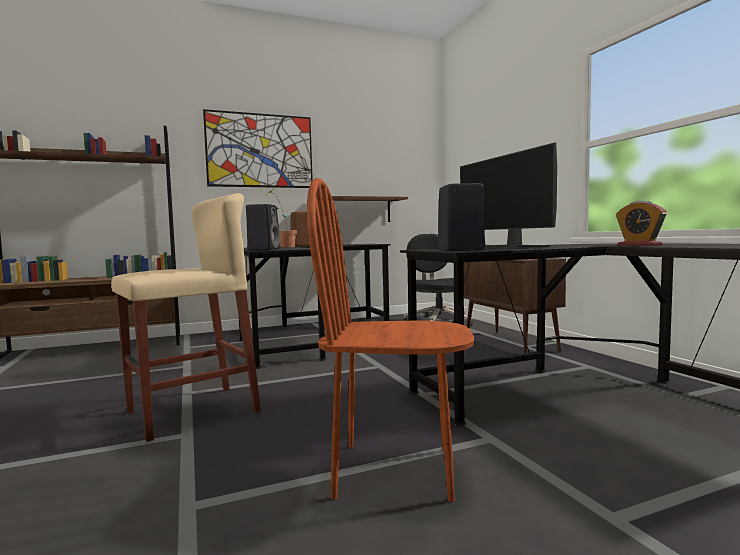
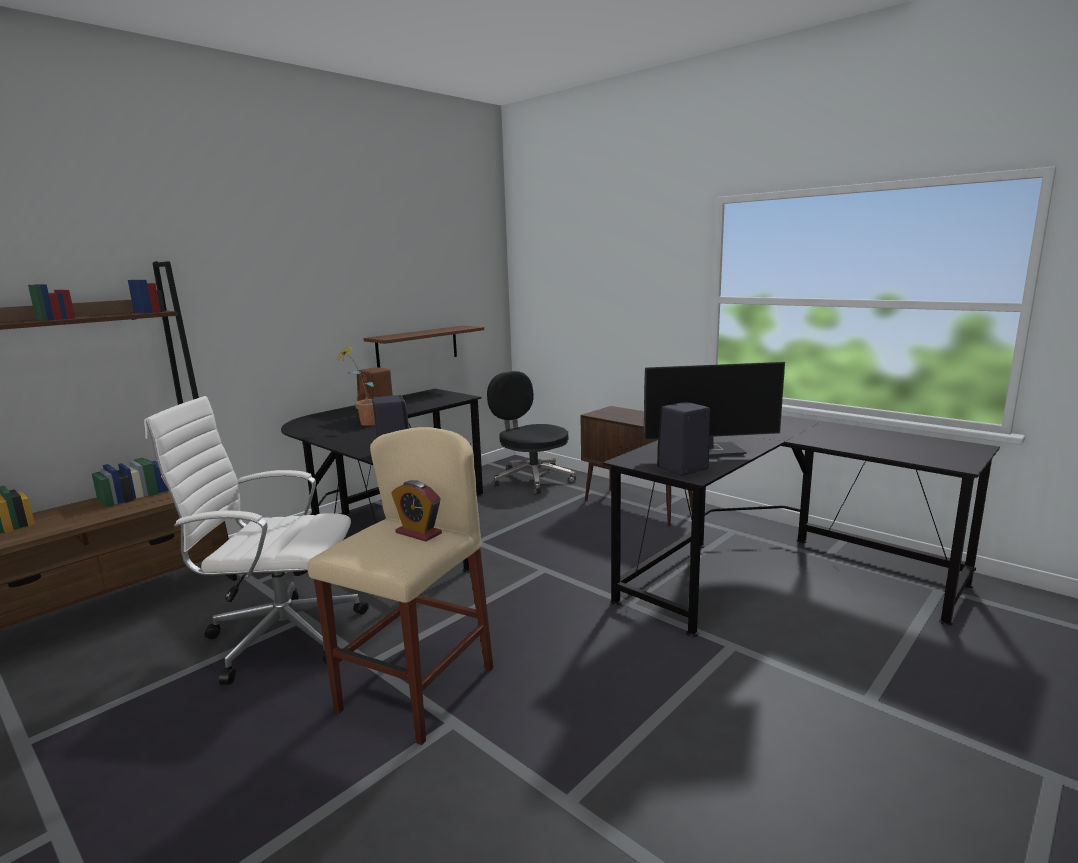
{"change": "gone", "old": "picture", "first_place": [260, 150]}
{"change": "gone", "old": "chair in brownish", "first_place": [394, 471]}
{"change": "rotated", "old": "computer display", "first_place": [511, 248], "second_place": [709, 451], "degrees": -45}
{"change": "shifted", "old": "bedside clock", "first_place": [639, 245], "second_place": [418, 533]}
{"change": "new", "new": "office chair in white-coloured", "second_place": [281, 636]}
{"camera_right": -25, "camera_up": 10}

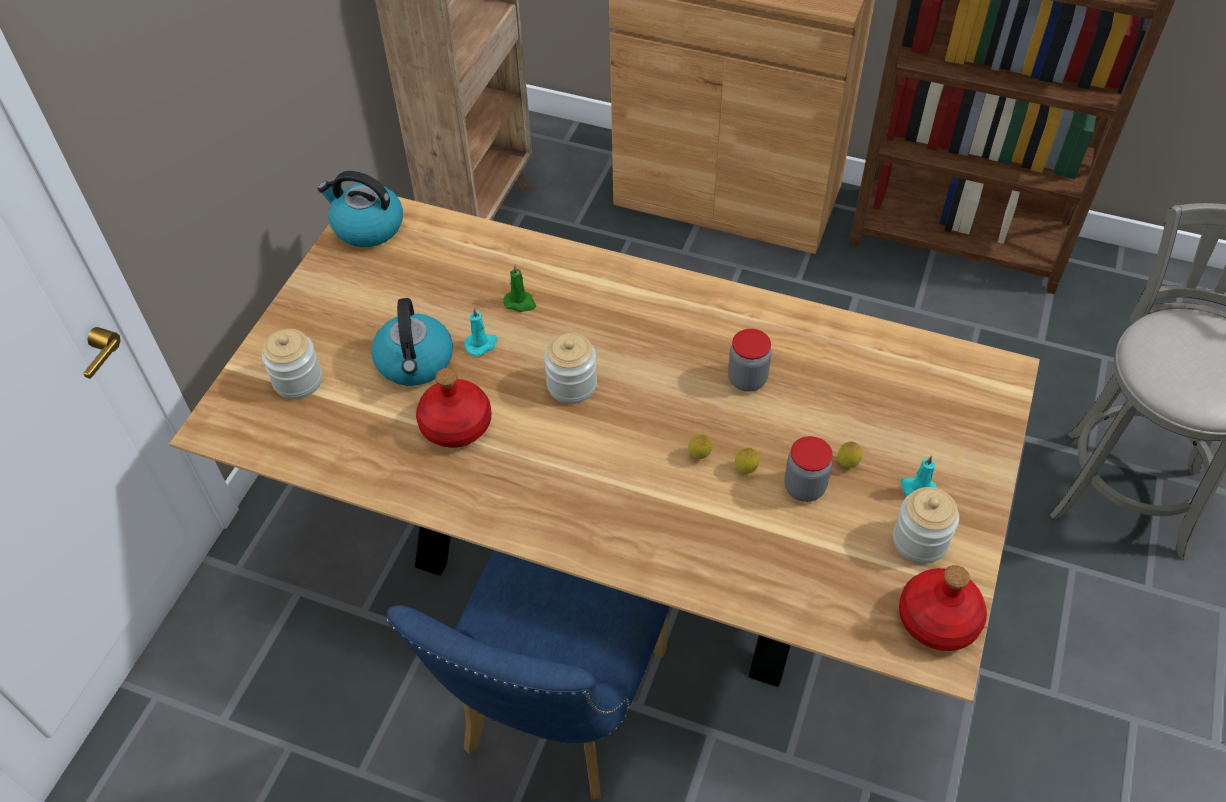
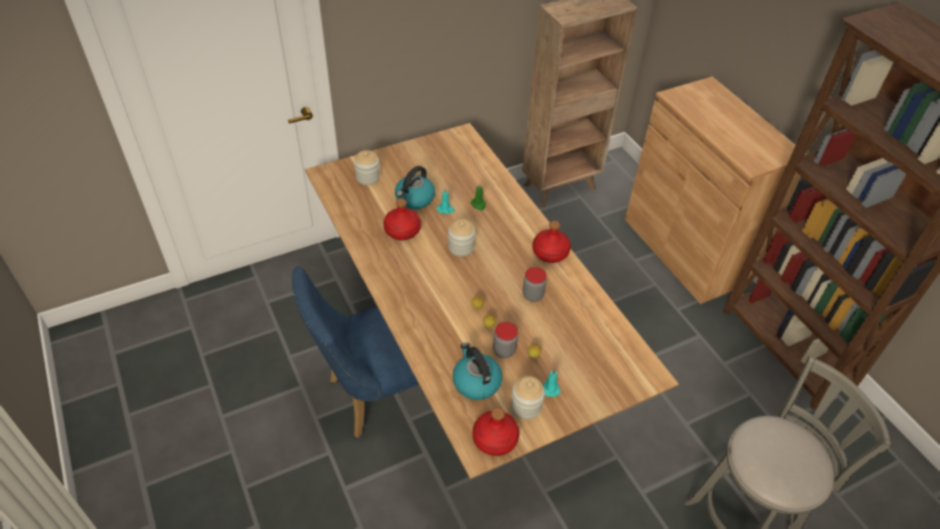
{"change": "shifted", "old": "water kettle", "first_place": [367, 227], "second_place": [476, 382]}
{"change": "new", "new": "drink bottle in reddish", "second_place": [550, 253]}
{"camera_right": 40, "camera_up": -5}

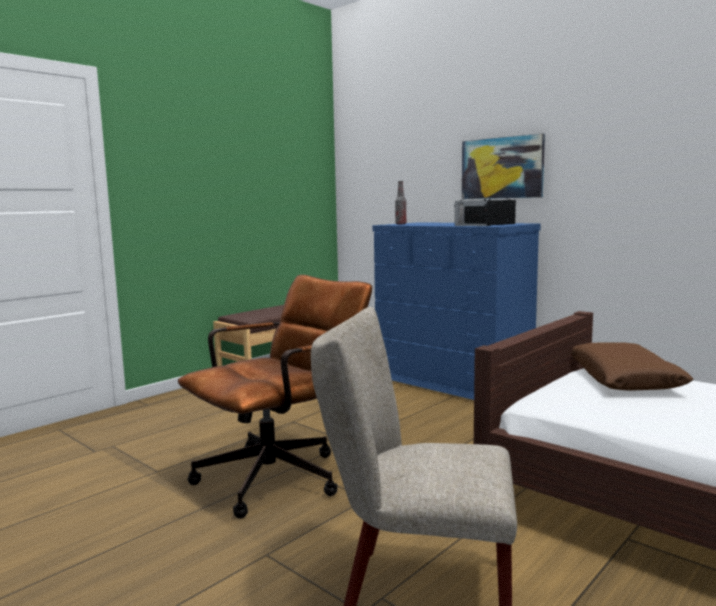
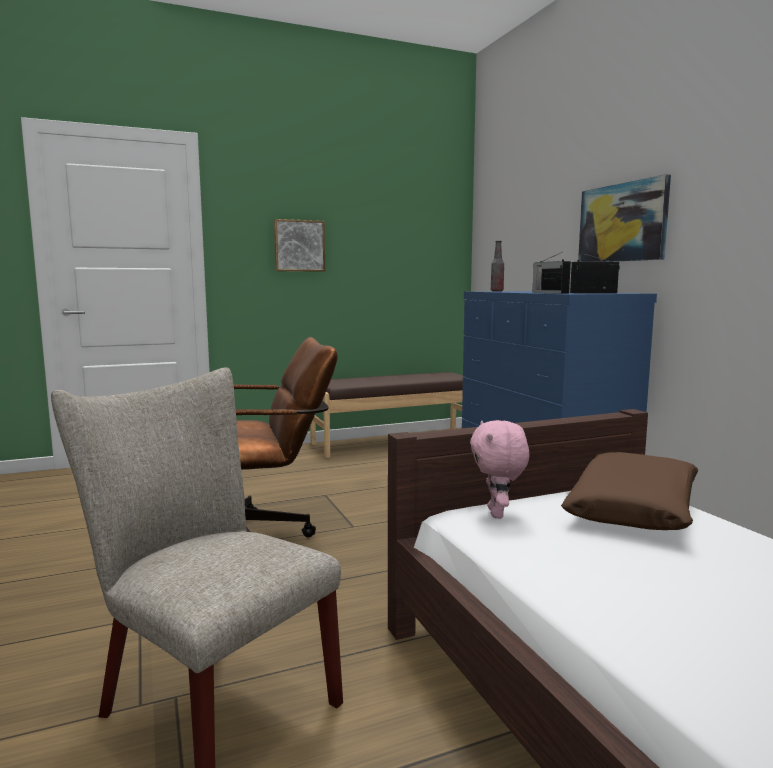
{"change": "new", "new": "picture", "second_place": [299, 246]}
{"change": "new", "new": "soft toy in pink", "second_place": [498, 513]}
{"camera_right": 25, "camera_up": 0}

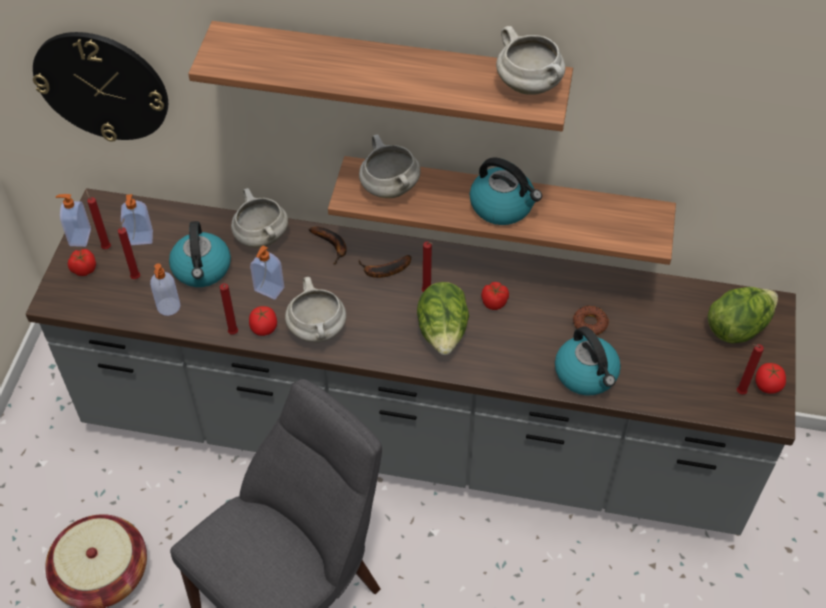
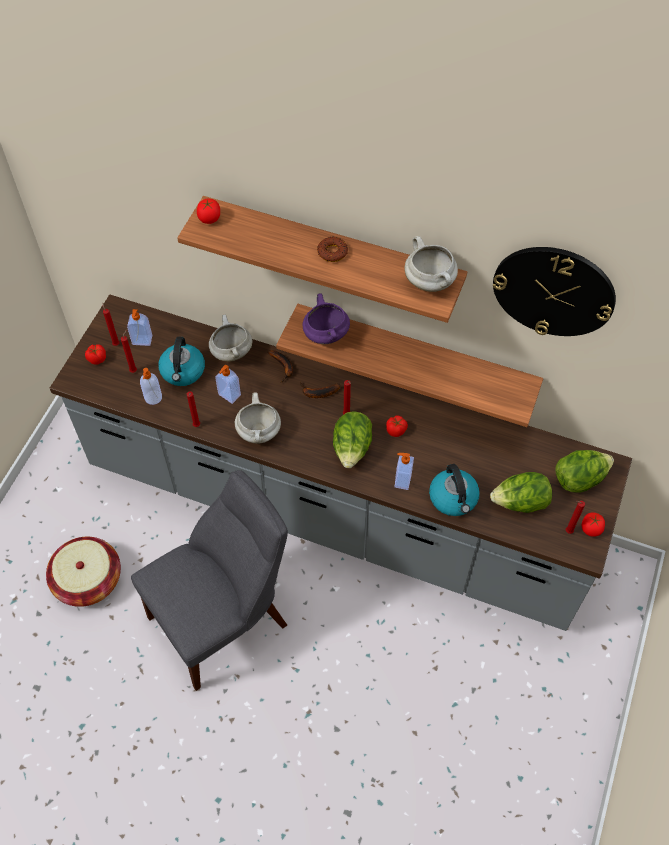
{"change": "shifted", "old": "hanging clock", "first_place": [101, 86], "second_place": [553, 291]}
{"change": "shifted", "old": "soap bottle", "first_place": [79, 237], "second_place": [402, 480]}
{"change": "shifted", "old": "fresh tomato", "first_place": [264, 328], "second_place": [209, 218]}
{"change": "repainted", "old": "cooking pot in white-coloured", "new": "cooking pot in purple", "first_place": [388, 187], "second_place": [325, 334]}
{"change": "gone", "old": "water kettle", "first_place": [503, 206]}
{"change": "shifted", "old": "doughnut", "first_place": [590, 323], "second_place": [332, 252]}
{"change": "new", "new": "lettuce head", "second_place": [520, 502]}
{"camera_right": 10, "camera_up": 5}

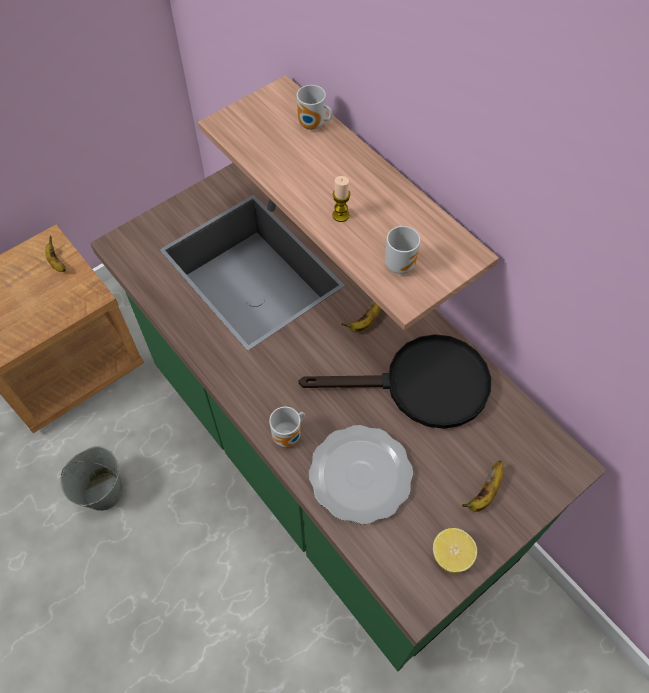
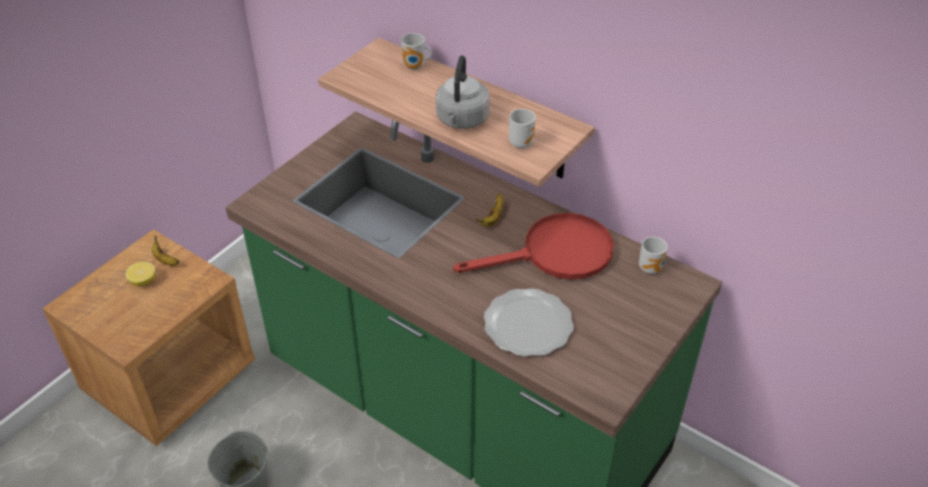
{"change": "shifted", "old": "tea mug", "first_place": [289, 436], "second_place": [651, 268]}
{"change": "repainted", "old": "skillet in black-coloured", "new": "skillet in reddish", "first_place": [421, 385], "second_place": [555, 254]}
{"change": "swapped", "old": "wax light", "new": "water kettle in grey", "first_place": [340, 215], "second_place": [462, 120]}
{"change": "shifted", "old": "whole lemon", "first_place": [451, 555], "second_place": [143, 281]}
{"change": "gone", "old": "banana fruit", "first_place": [484, 493]}
{"camera_right": -15, "camera_up": -15}

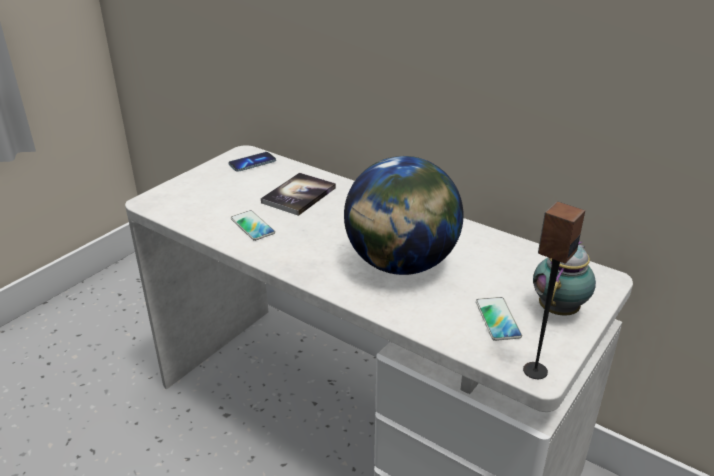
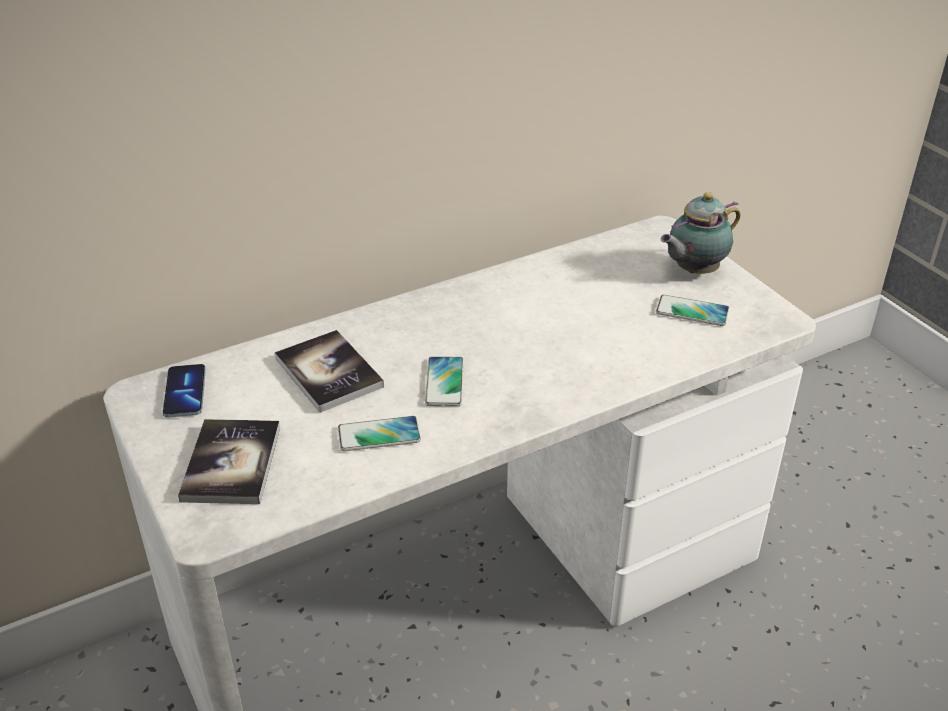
{"change": "gone", "old": "globe", "first_place": [401, 264]}
{"change": "gone", "old": "audio speaker", "first_place": [534, 370]}
{"change": "rotated", "old": "tea pot", "first_place": [559, 308], "second_place": [693, 271], "degrees": -90}
{"change": "new", "new": "bound book", "second_place": [231, 463]}
{"change": "new", "new": "handset", "second_place": [444, 382]}
{"camera_right": -65, "camera_up": 5}

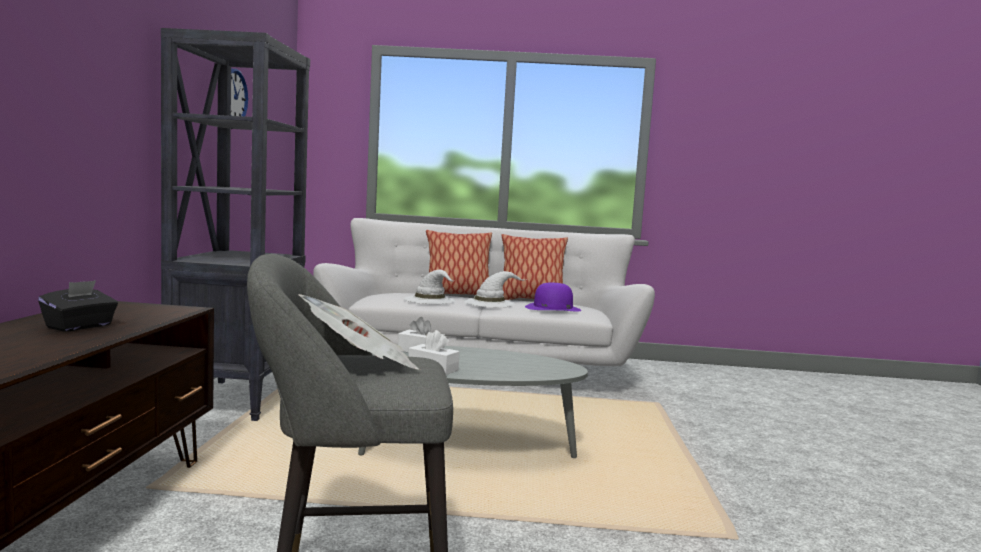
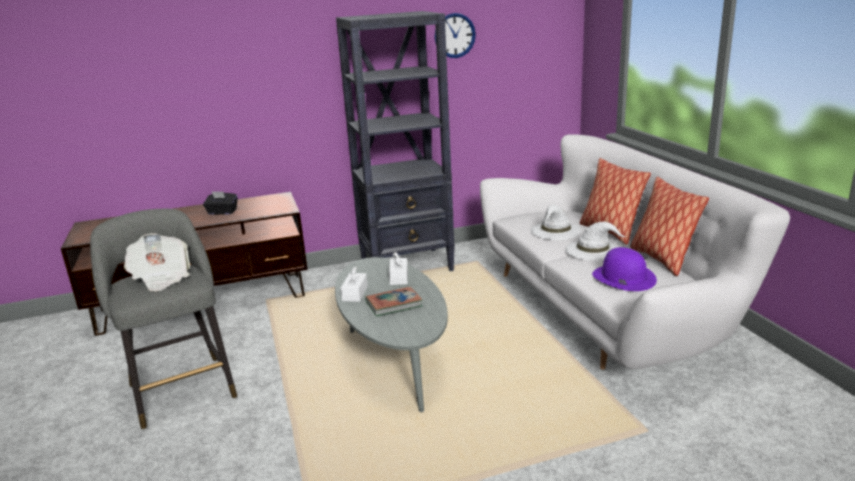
{"change": "new", "new": "bound book", "second_place": [394, 304]}
{"camera_right": 70, "camera_up": 15}

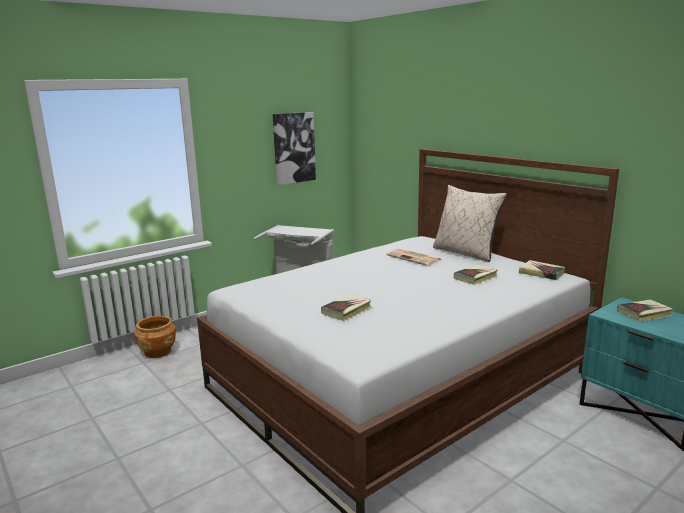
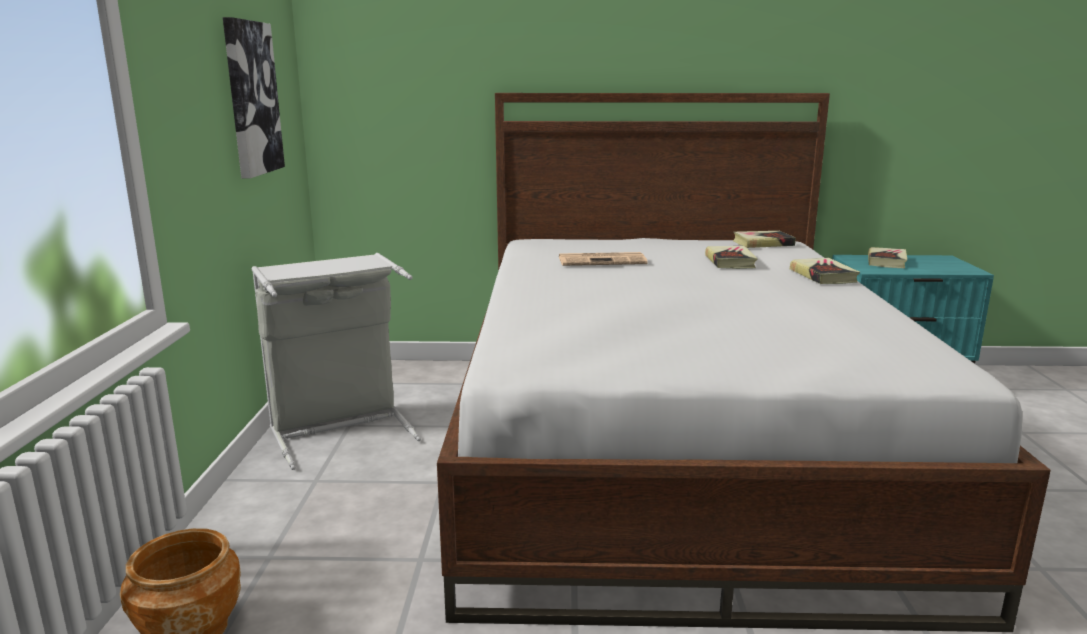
{"change": "shifted", "old": "bound book", "first_place": [346, 310], "second_place": [823, 276]}
{"change": "gone", "old": "pillow in beige", "first_place": [465, 253]}
{"camera_right": -50, "camera_up": 0}

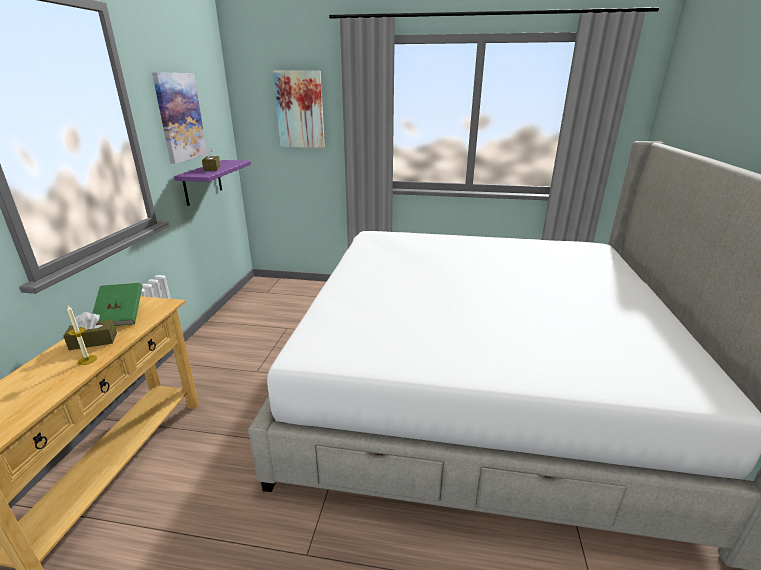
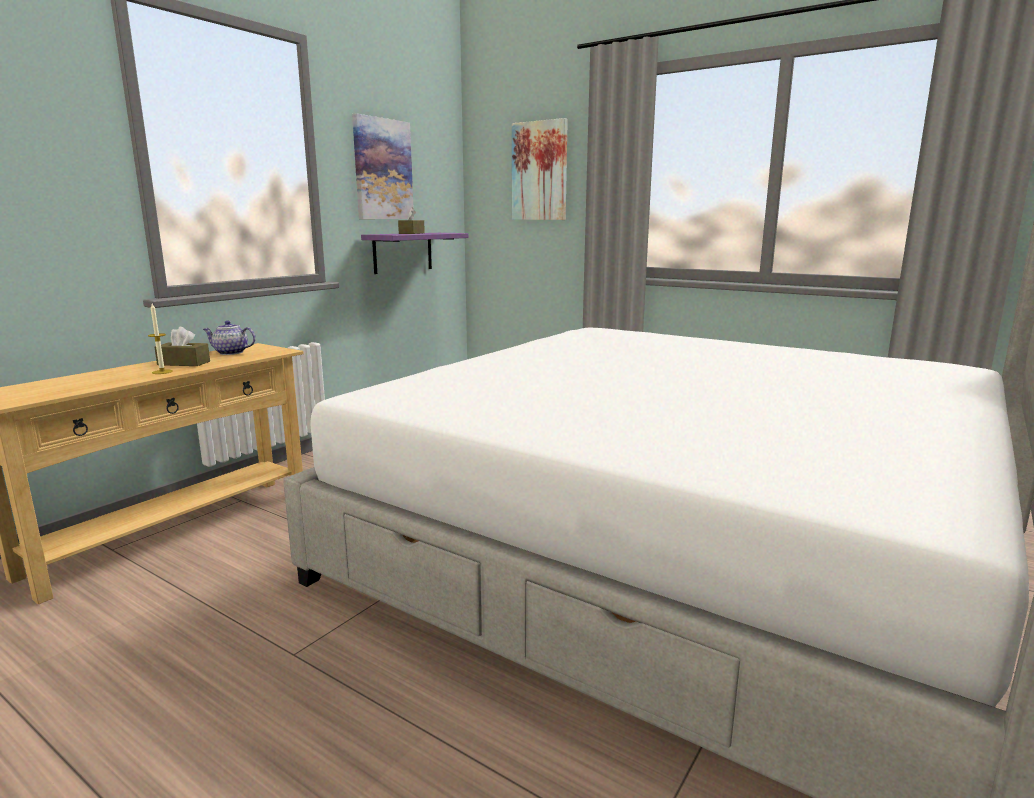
{"change": "swapped", "old": "bound book in greenish", "new": "tea pot", "first_place": [121, 316], "second_place": [230, 353]}
{"camera_right": 25, "camera_up": -10}

